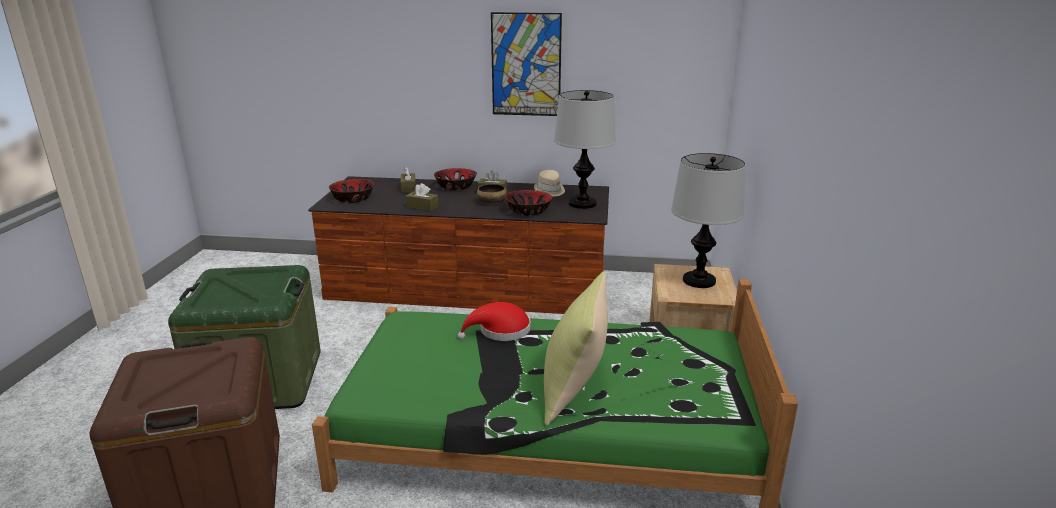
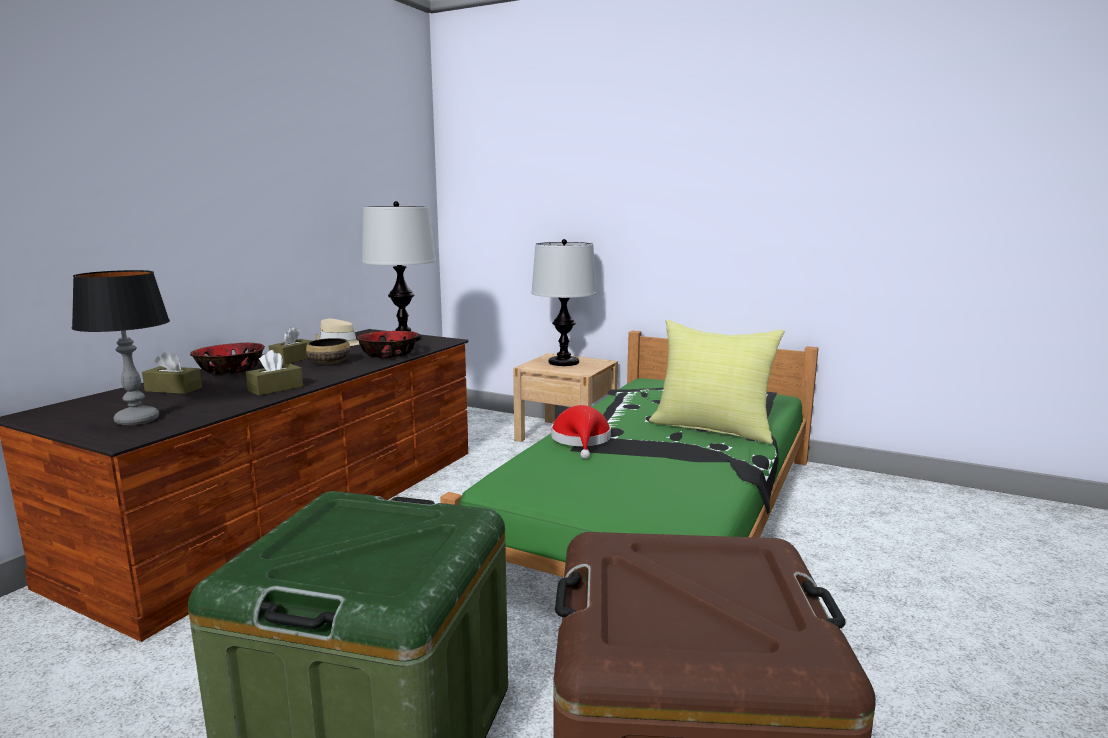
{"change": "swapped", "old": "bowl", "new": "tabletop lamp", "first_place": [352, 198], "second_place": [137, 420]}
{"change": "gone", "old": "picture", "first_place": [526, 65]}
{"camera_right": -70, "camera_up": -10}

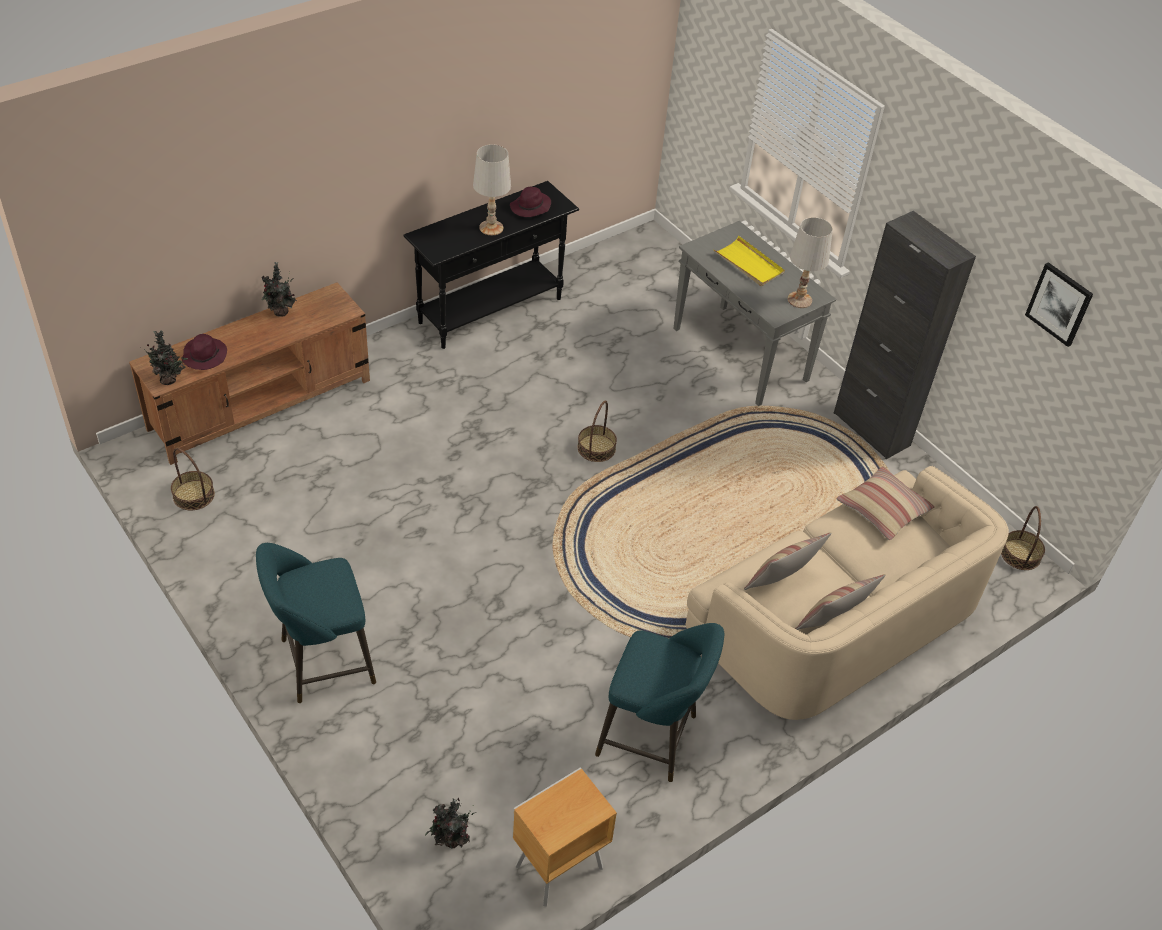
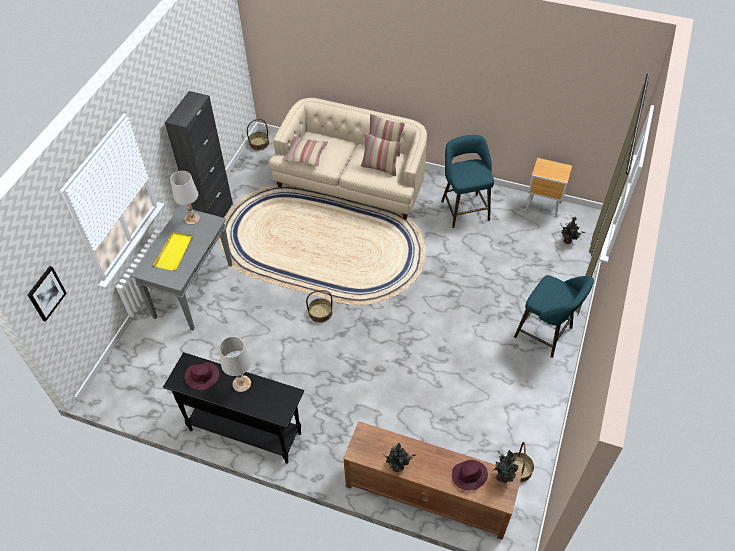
{"change": "shifted", "old": "picture", "first_place": [1059, 304], "second_place": [46, 293]}
{"camera_right": -120, "camera_up": 5}

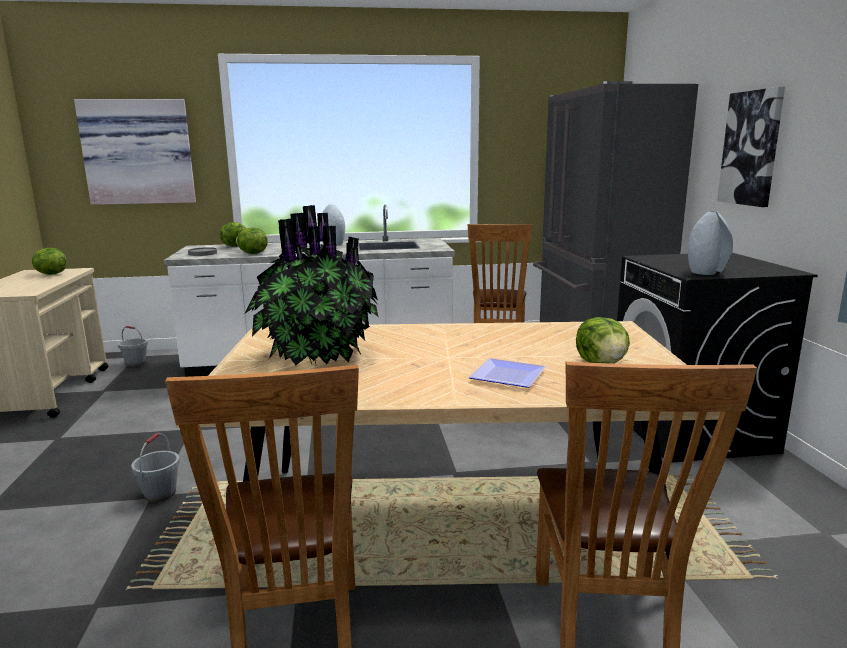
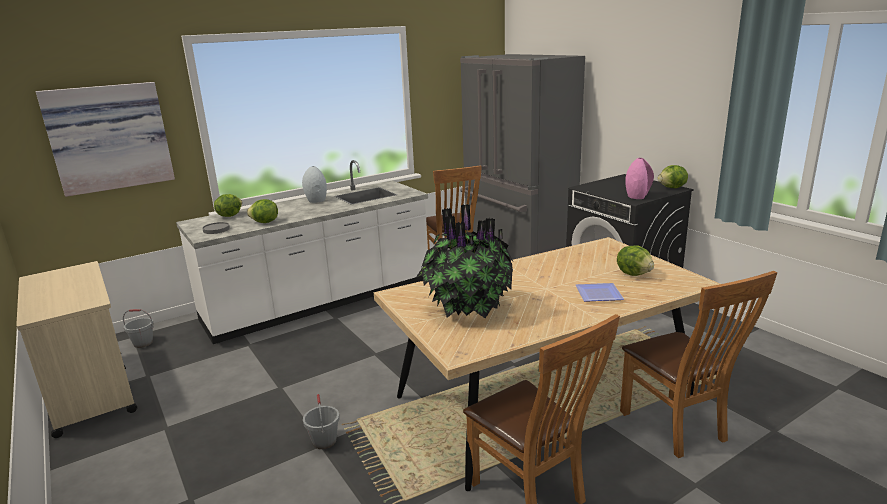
{"change": "shifted", "old": "lettuce head", "first_place": [50, 274], "second_place": [672, 188]}
{"change": "repainted", "old": "flower vase in grey", "new": "flower vase in pink", "first_place": [706, 272], "second_place": [637, 196]}
{"change": "gone", "old": "picture", "first_place": [751, 148]}
{"camera_right": -25, "camera_up": 5}

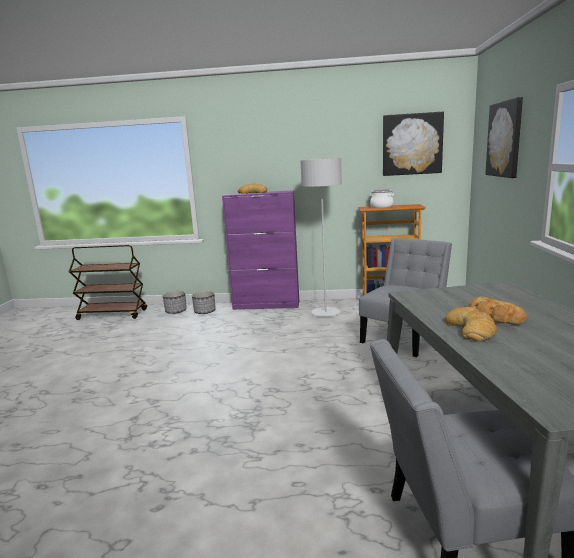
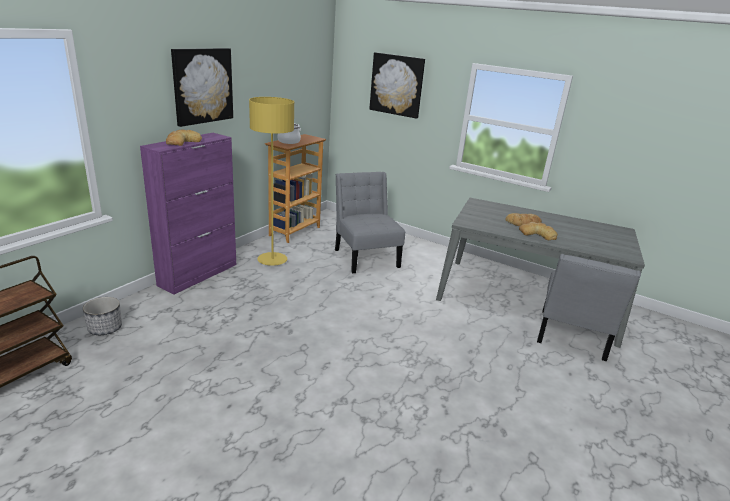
{"change": "gone", "old": "planter", "first_place": [205, 312]}
{"change": "repainted", "old": "standing lamp in grey", "new": "standing lamp in yellowish", "first_place": [325, 313], "second_place": [272, 260]}
{"change": "shifted", "old": "picture", "first_place": [412, 144], "second_place": [202, 86]}
{"camera_right": -65, "camera_up": 10}

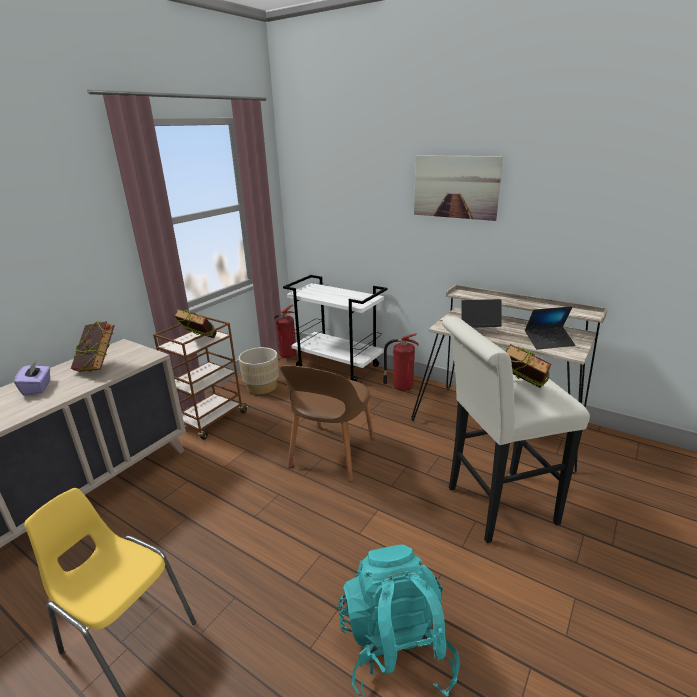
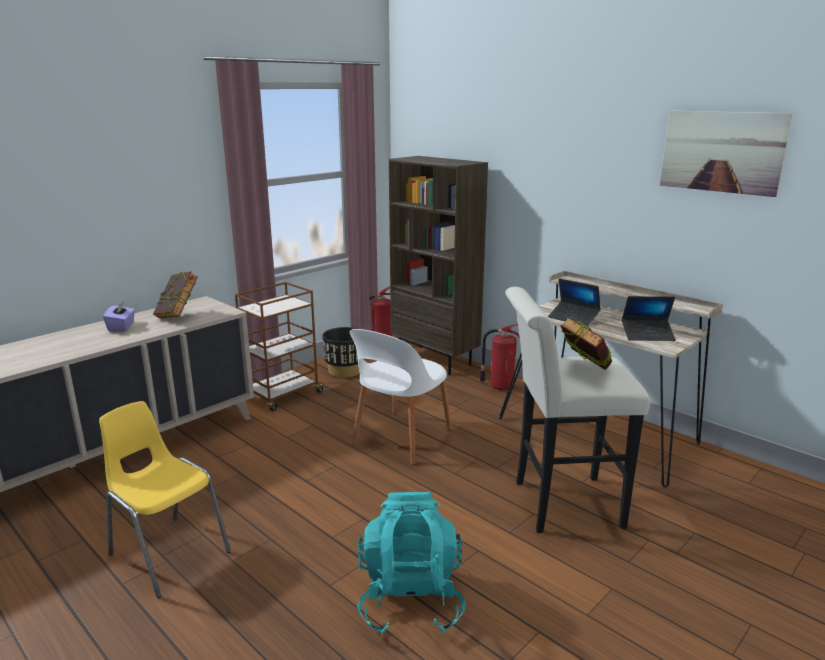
{"change": "gone", "old": "bound book", "first_place": [199, 342]}
{"change": "repainted", "old": "planter in beige", "new": "planter in black-coloured", "first_place": [261, 387], "second_place": [345, 371]}
{"change": "repainted", "old": "chair in brownish", "new": "chair in white-coloured", "first_place": [331, 453], "second_place": [400, 438]}
{"change": "swapped", "old": "cart in white-coloured", "new": "bookshelf in brownish", "first_place": [338, 366], "second_place": [435, 360]}
{"change": "shifted", "old": "picture", "first_place": [455, 187], "second_place": [721, 151]}
{"change": "rotated", "old": "laptop", "first_place": [477, 330], "second_place": [573, 318], "degrees": -150}
{"camera_right": 10, "camera_up": -5}

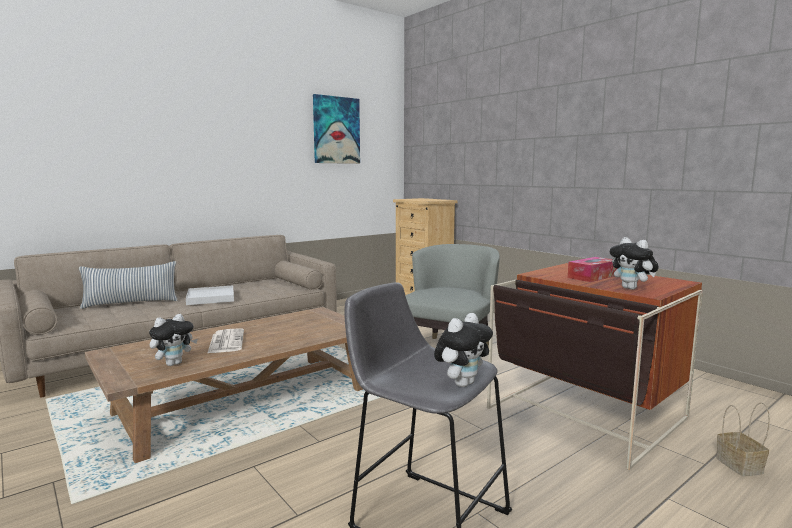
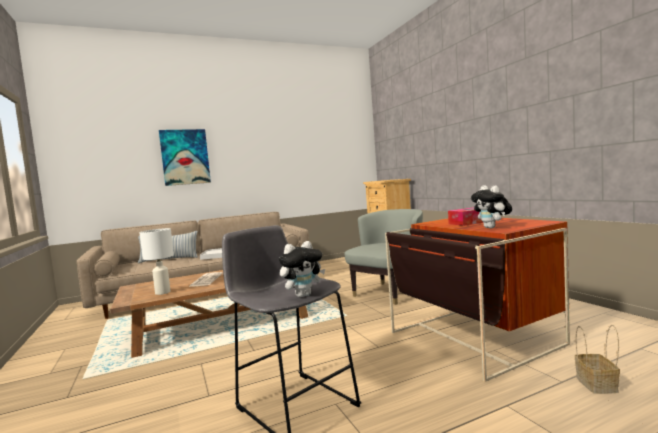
{"change": "swapped", "old": "soft toy", "new": "tabletop lamp in white-coloured", "first_place": [174, 363], "second_place": [163, 292]}
{"change": "shifted", "old": "picture", "first_place": [336, 130], "second_place": [185, 157]}
{"camera_right": 15, "camera_up": -5}

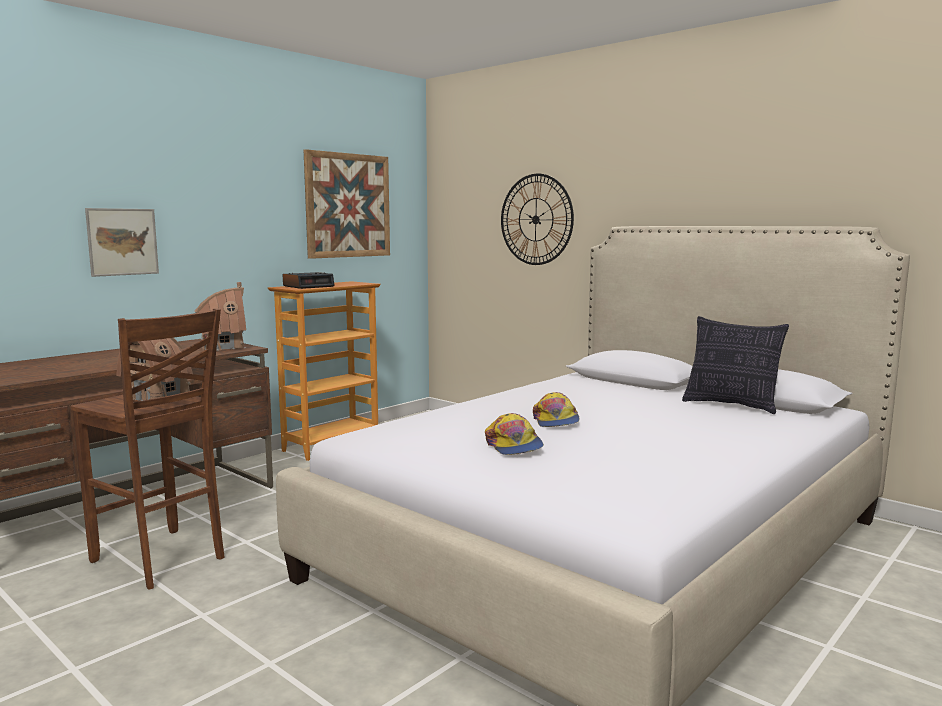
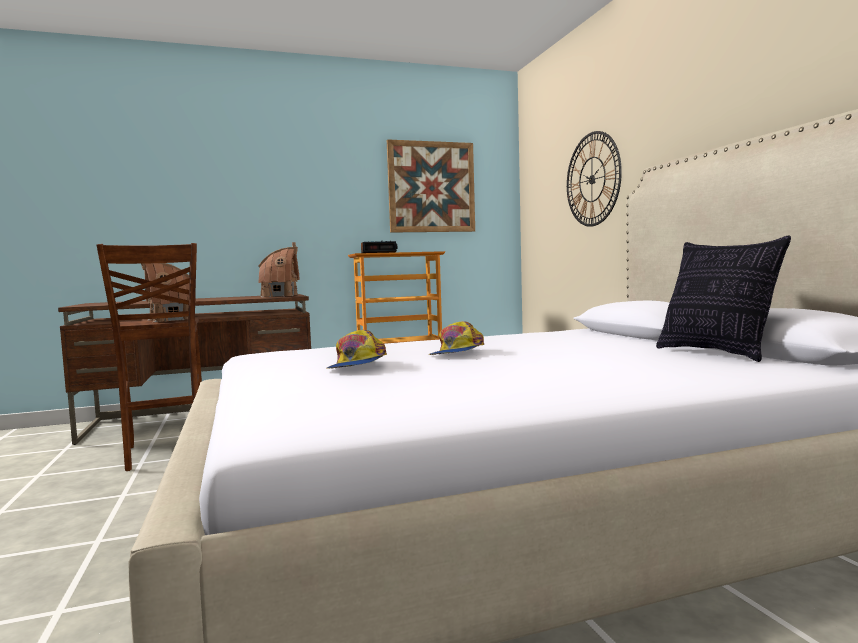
{"change": "gone", "old": "picture", "first_place": [122, 242]}
{"camera_right": 30, "camera_up": -5}

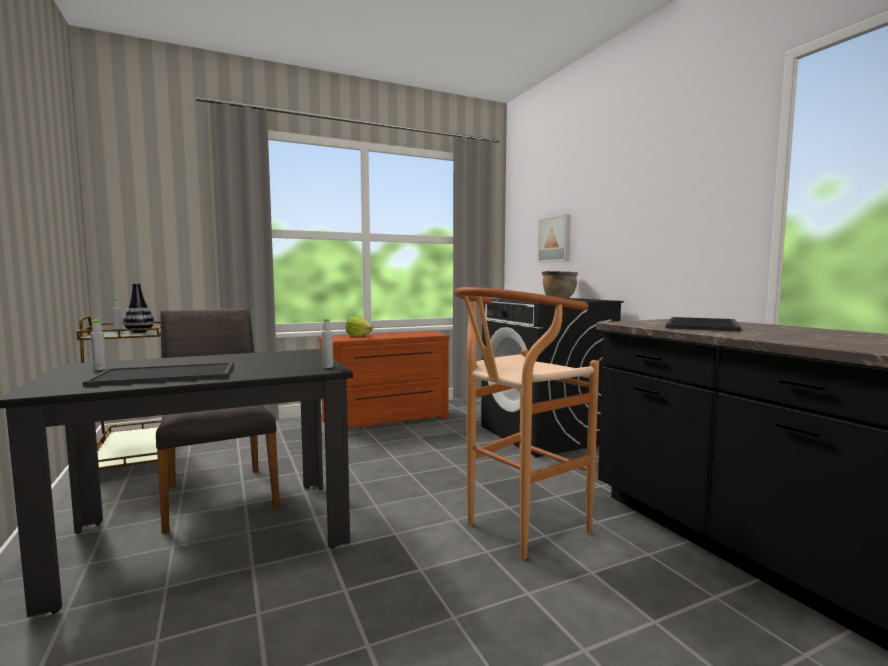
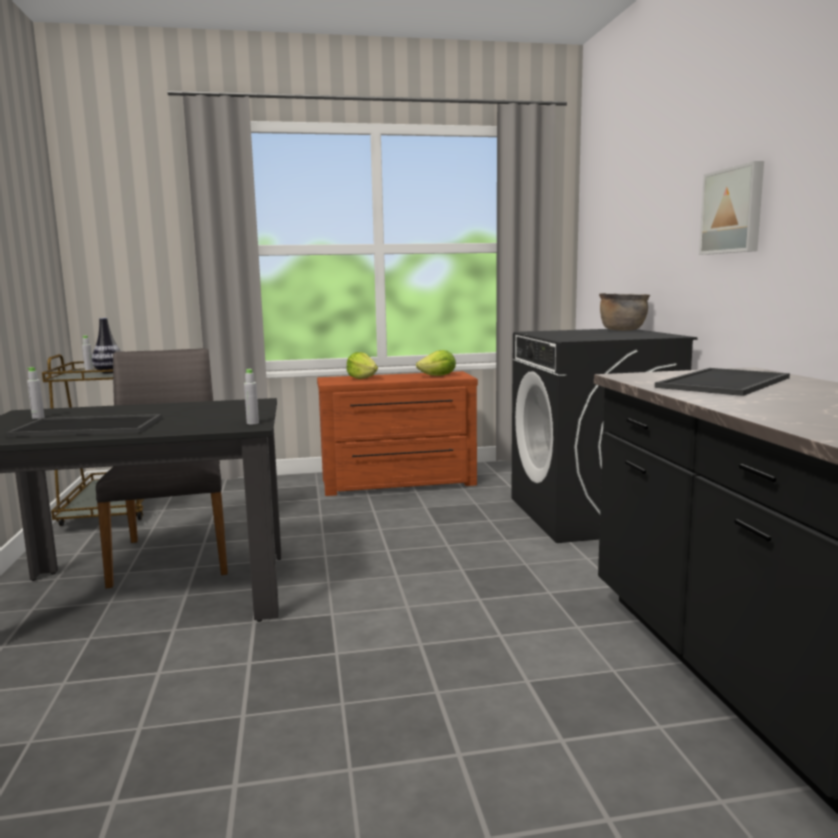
{"change": "gone", "old": "sitting stool in brownish", "first_place": [517, 530]}
{"change": "shifted", "old": "picture", "first_place": [555, 239], "second_place": [733, 211]}
{"change": "new", "new": "lettuce head", "second_place": [438, 376]}
{"camera_right": 15, "camera_up": 5}

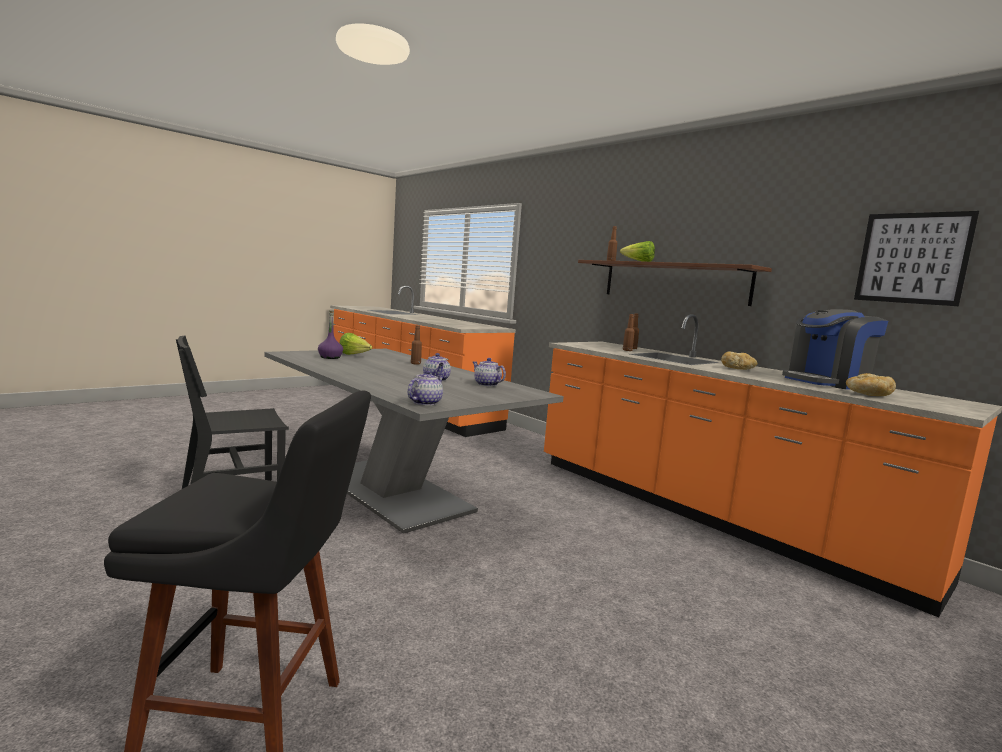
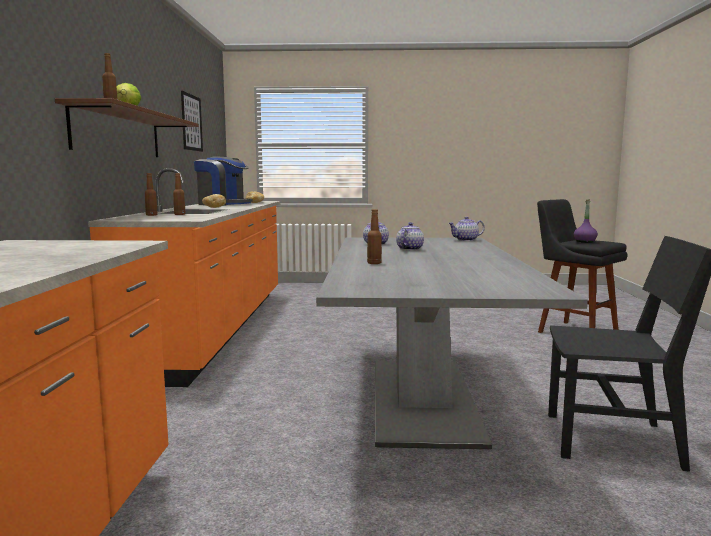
{"change": "shifted", "old": "drink bottle in purple", "first_place": [330, 357], "second_place": [584, 241]}
{"change": "gone", "old": "lettuce head", "first_place": [354, 355]}
{"camera_right": -135, "camera_up": 0}

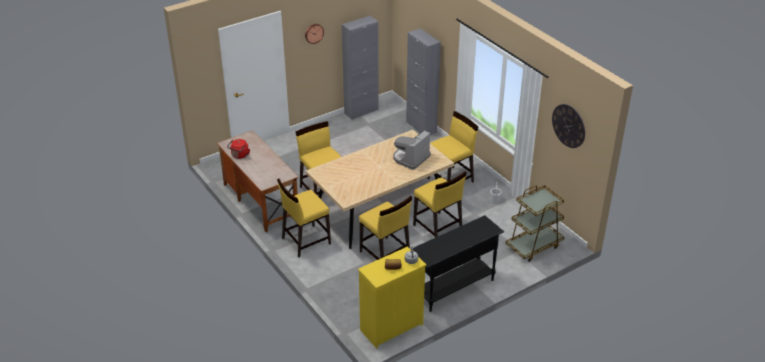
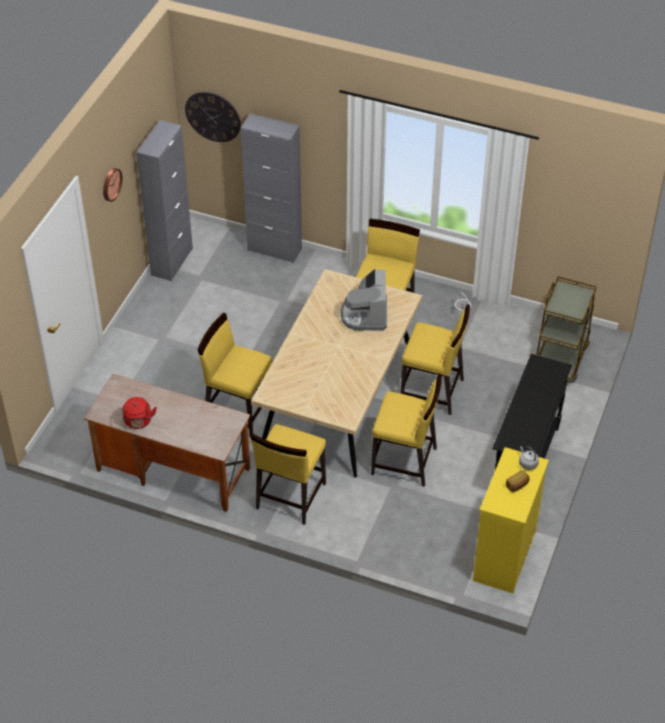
{"change": "shifted", "old": "hanging clock", "first_place": [568, 125], "second_place": [213, 116]}
{"camera_right": -35, "camera_up": 10}

